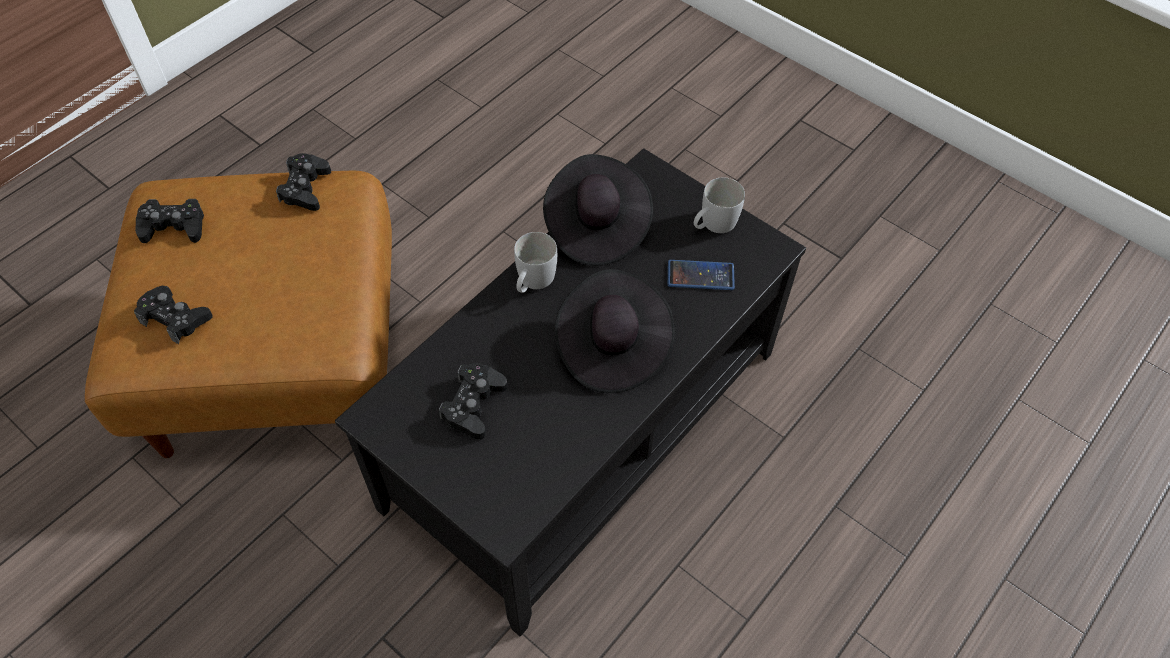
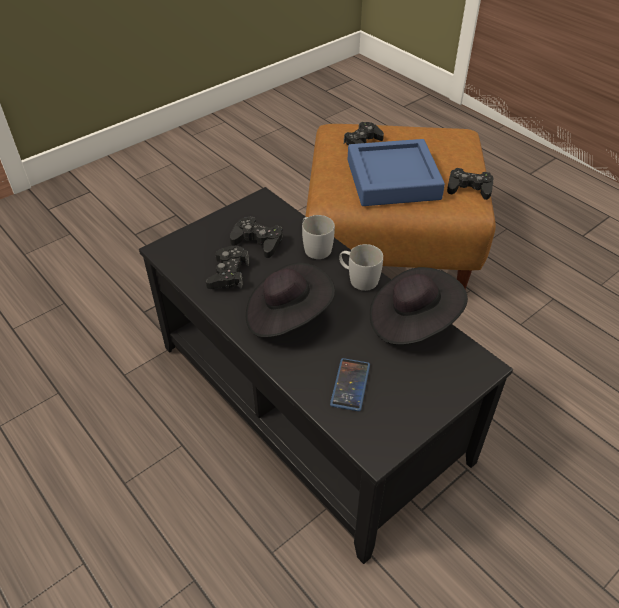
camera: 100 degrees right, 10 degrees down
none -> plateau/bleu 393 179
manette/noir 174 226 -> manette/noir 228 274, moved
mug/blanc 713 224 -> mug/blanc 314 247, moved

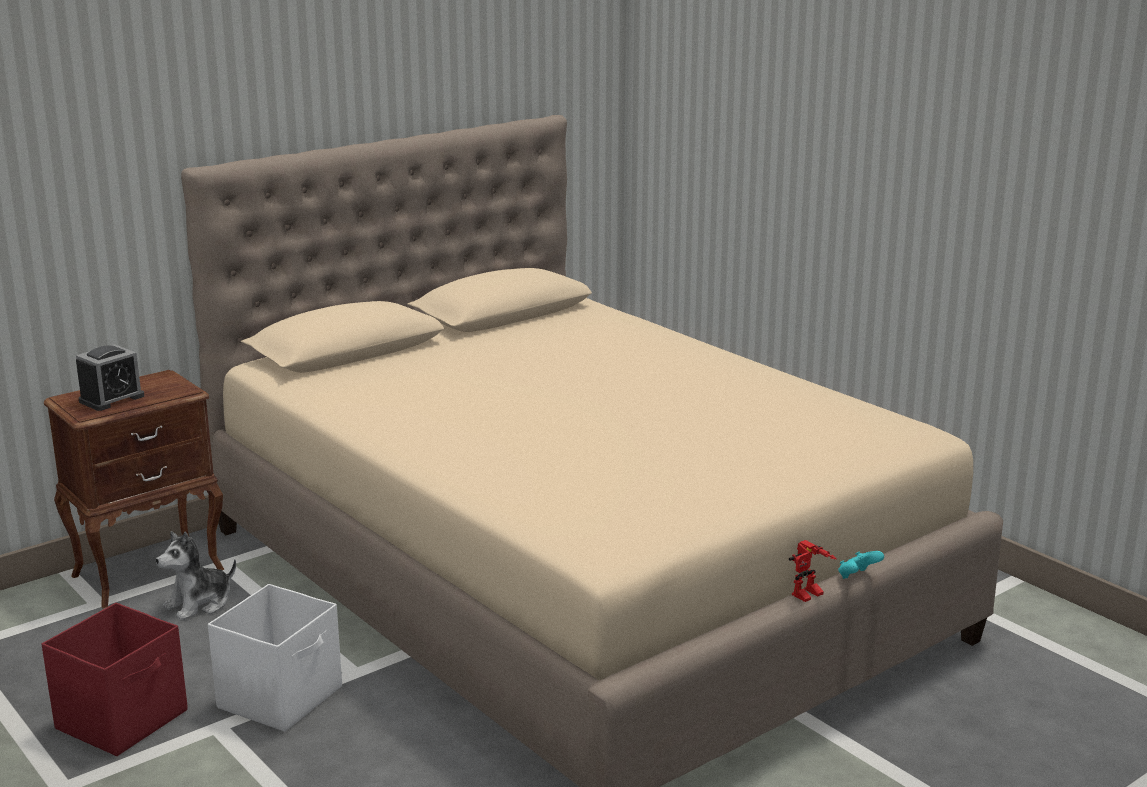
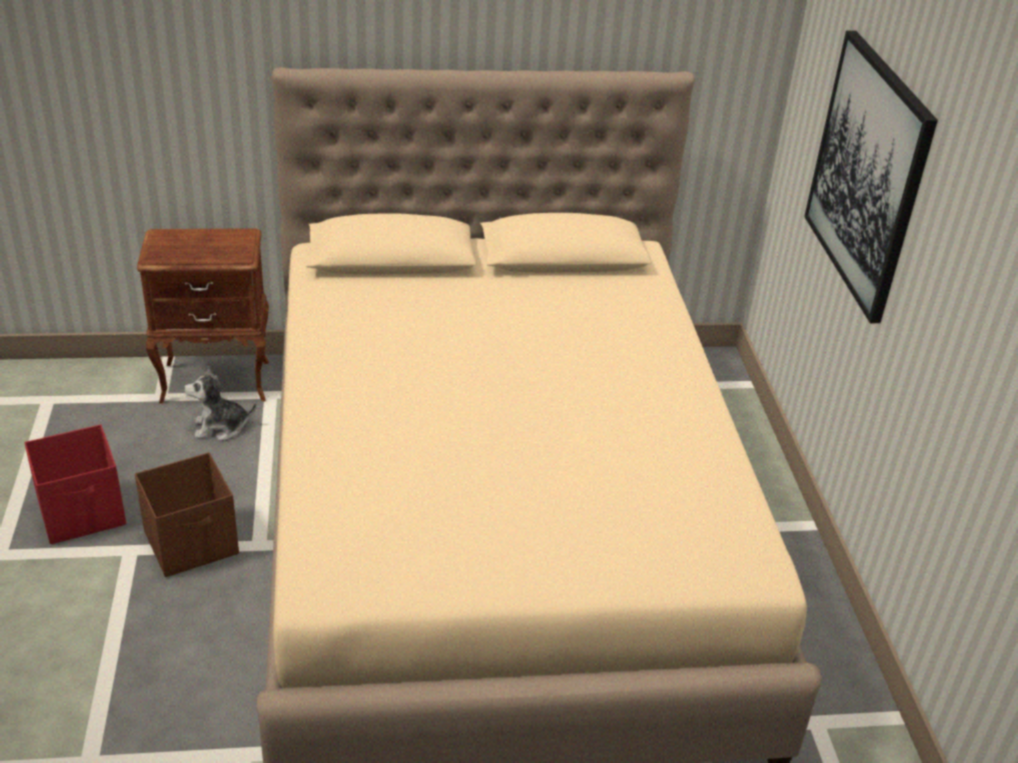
camera: 30 degrees right, 15 degrees up
réveil 111 399 -> none
robot jouet 808 596 -> none
manette/turquoise 857 577 -> none
none -> tableau 868 174
boîte de rangement/blanc 282 697 -> boîte de rangement/marron 193 543

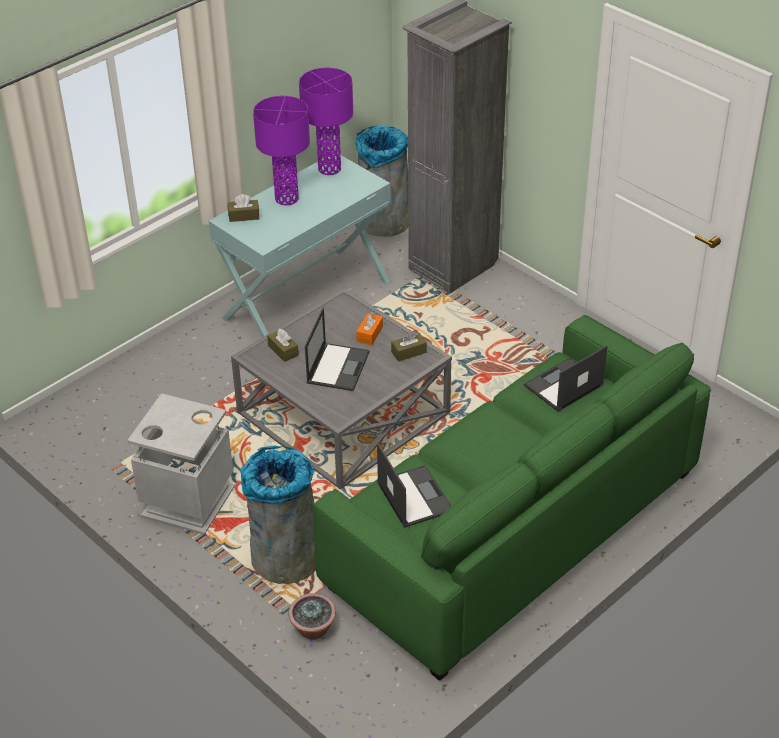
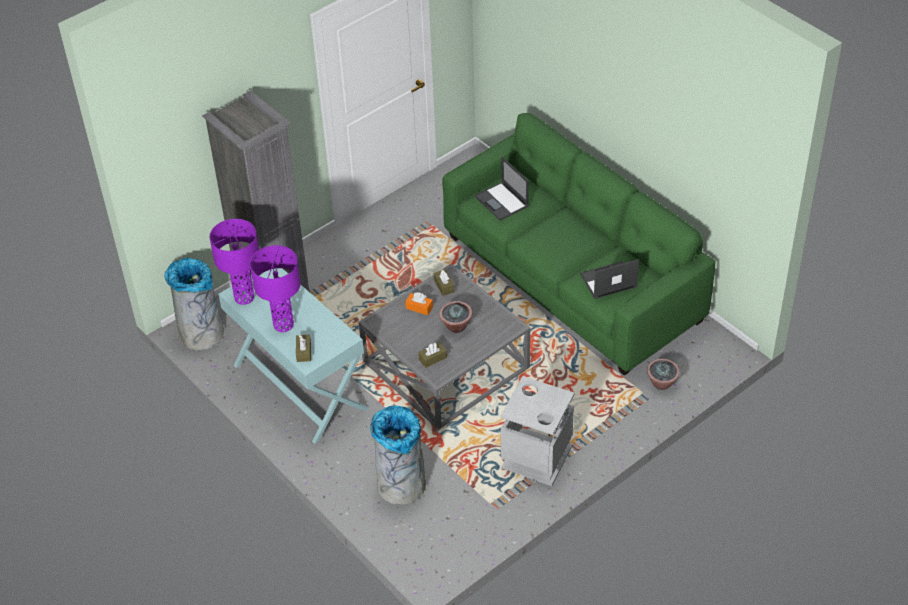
camera: 85 degrees left, 5 degrees up
poubelle/gris 285 559 -> poubelle/gris 401 485, moved
ordinateur portable 338 367 -> plante en pot 456 326

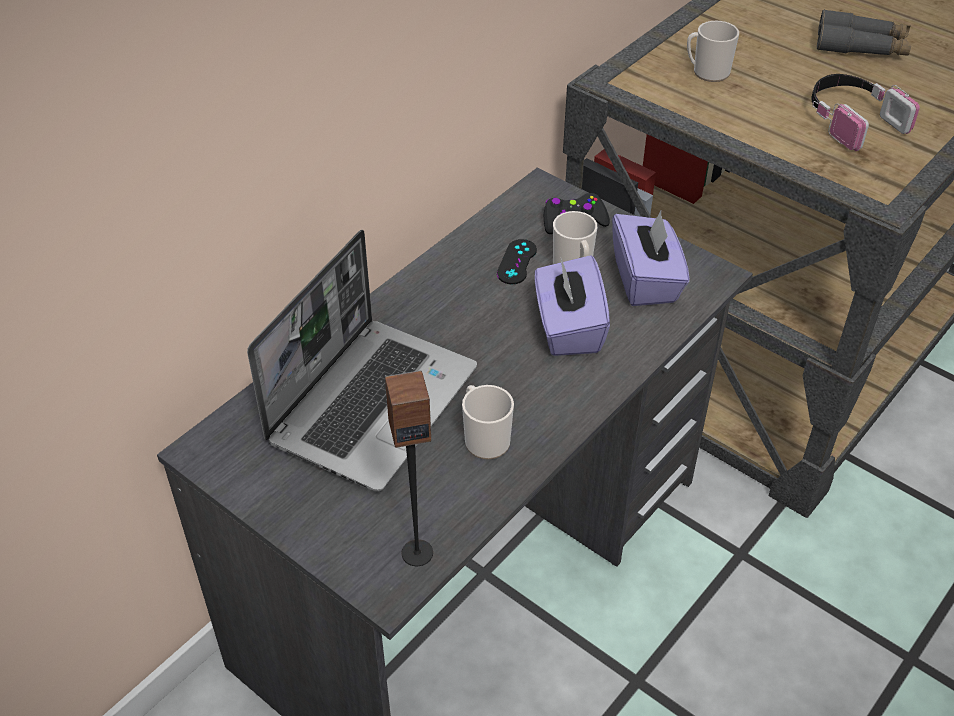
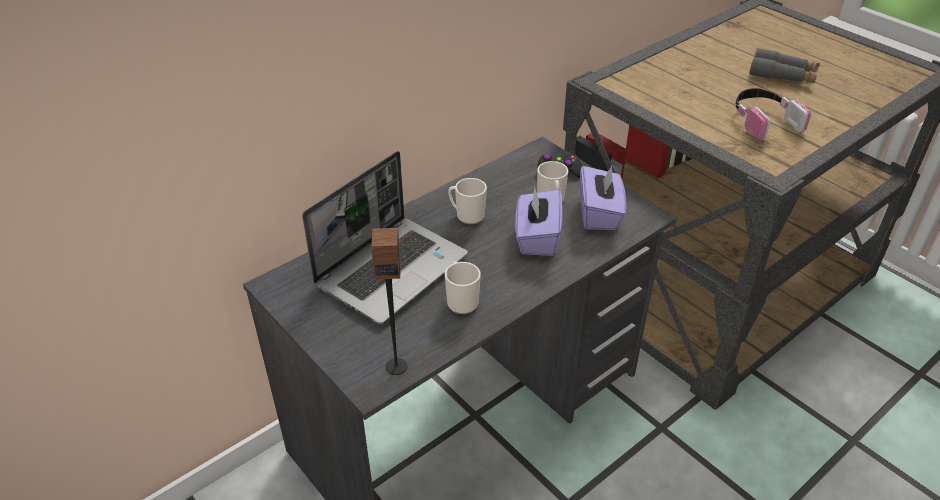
camera: 10 degrees right, 5 degrees down
manette/noir 517 262 -> none
mug 707 72 -> mug 467 215, moved

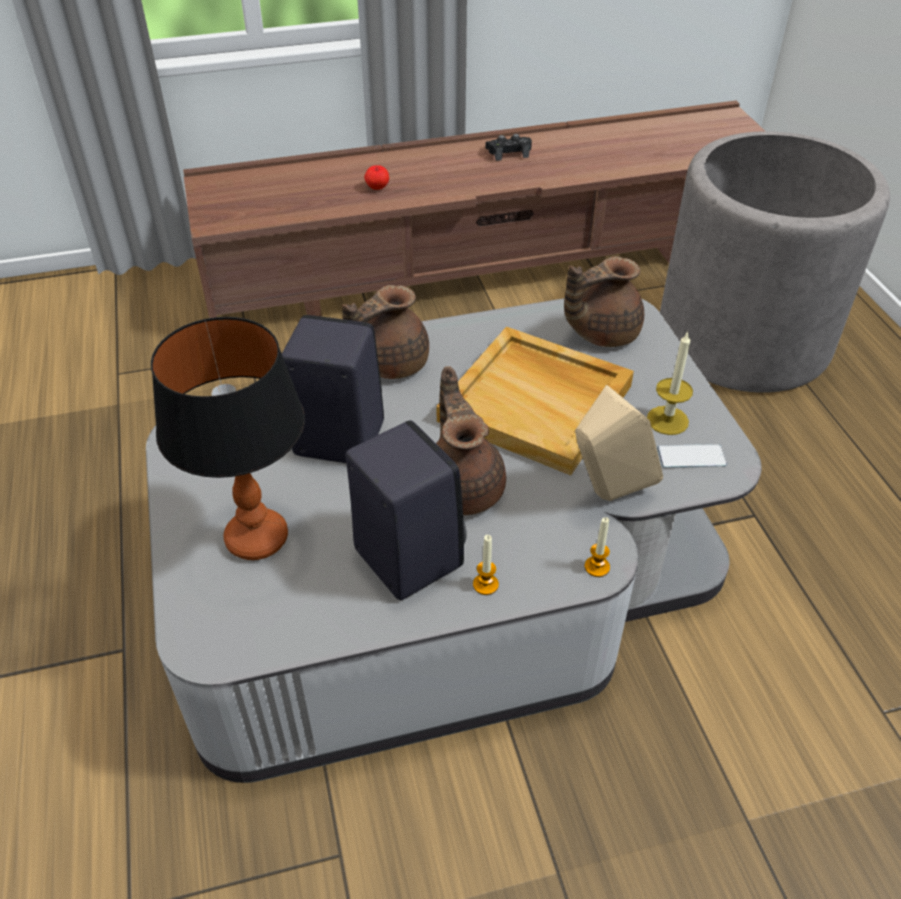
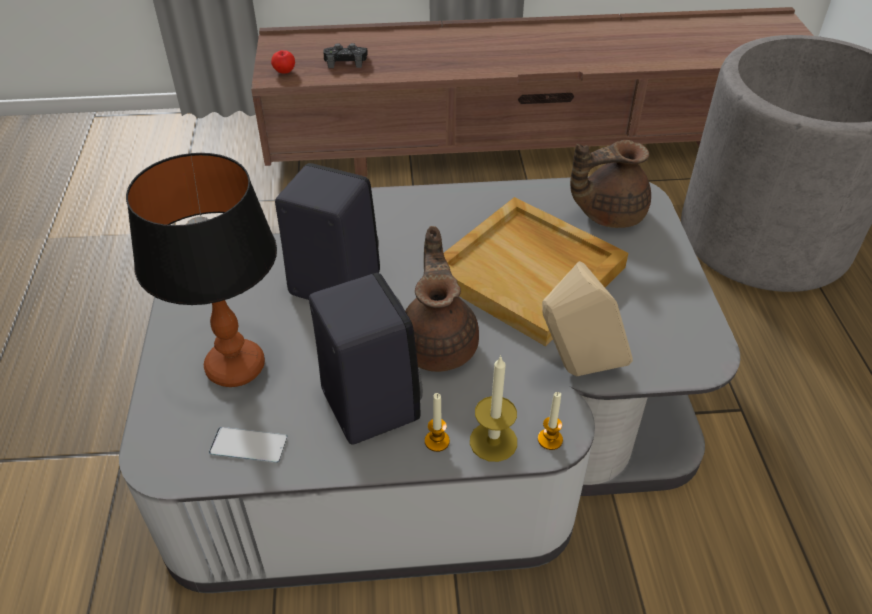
camera: 10 degrees right, 0 degrees up
théière/marron 389 364 -> none
pomme 377 188 -> pomme 284 72, moved
manette/noir 508 152 -> manette/noir 346 61, moved
bougie 667 420 -> bougie 493 441, moved
téléphone 691 456 -> téléphone 248 445, moved

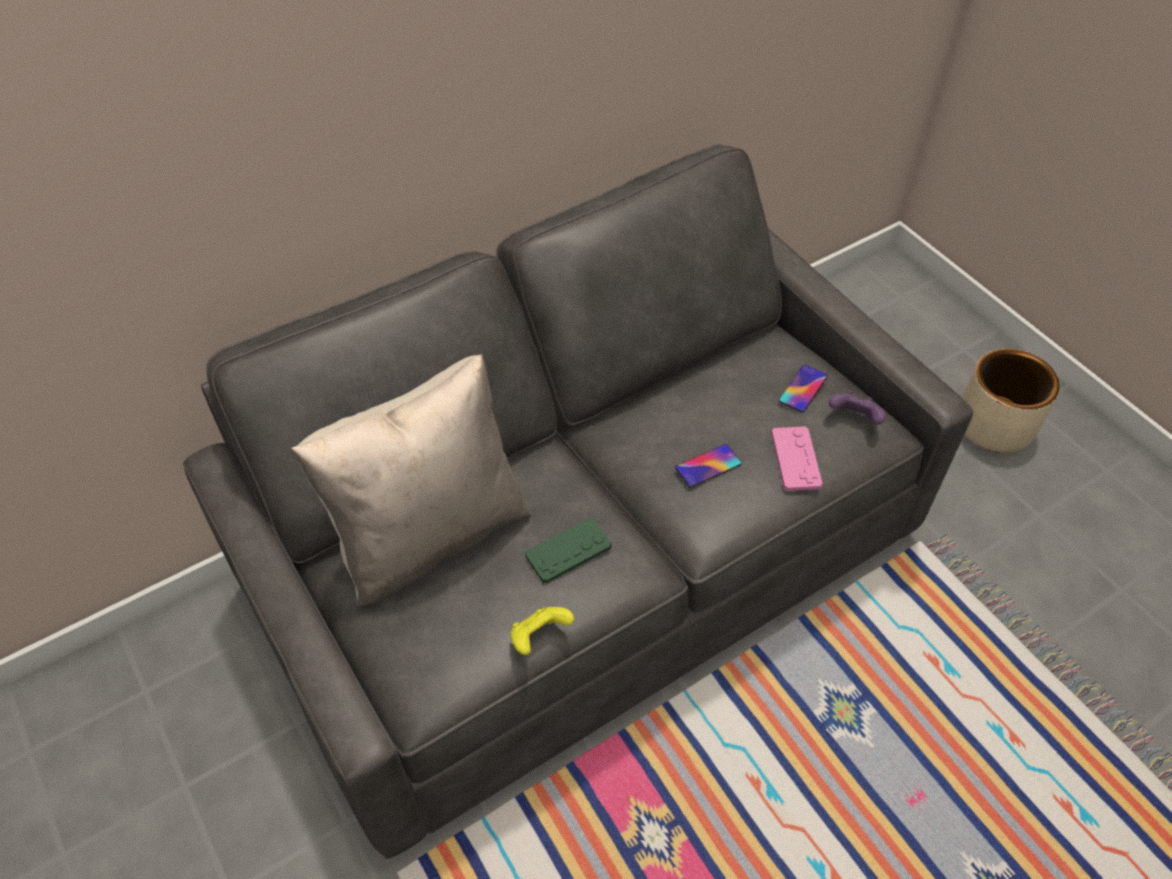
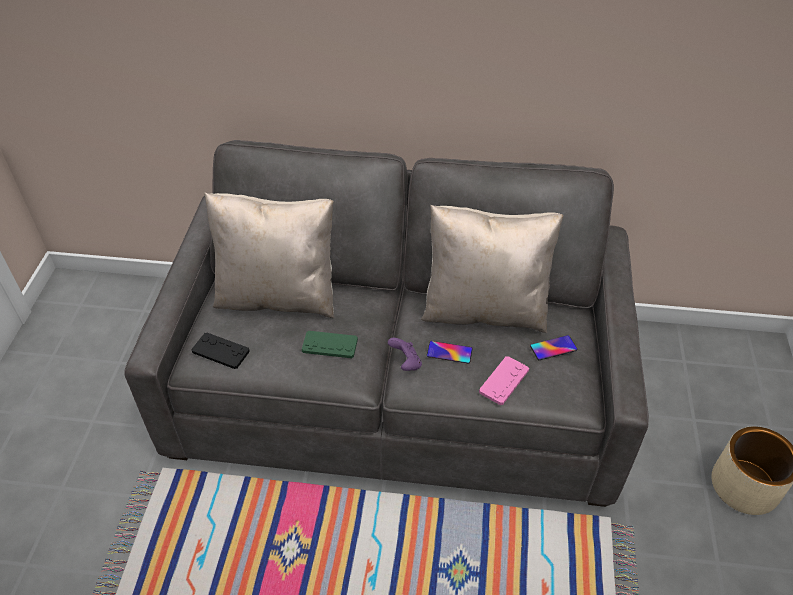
camera: 40 degrees right, 5 degrees down
manette/jaune 539 637 -> none
none -> manette/noir 220 351
none -> coussin/beige 484 309
manette/violet 854 418 -> manette/violet 406 363, moved

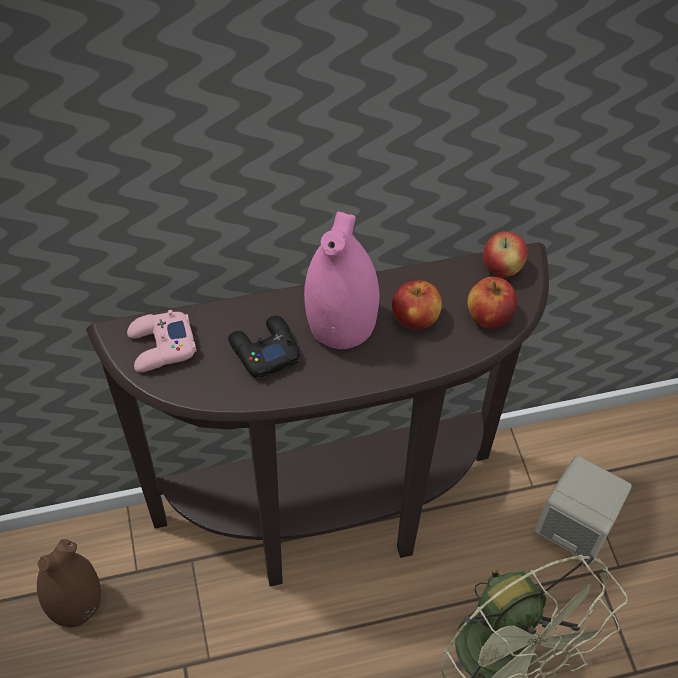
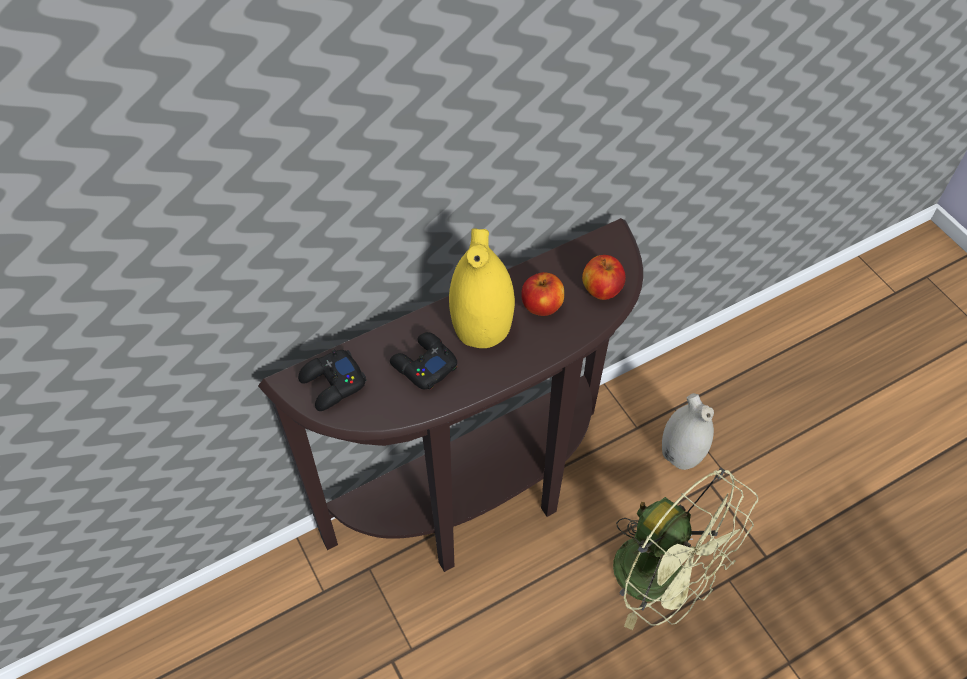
camera: 15 degrees left, 0 degrees up
vase/marron 76 604 -> none
pomme 502 269 -> none
enceinte/beige 574 528 -> vase/blanc 681 453
manette/rose 161 347 -> manette/noir 332 384
vase/rose 341 326 -> vase/jaune 481 328

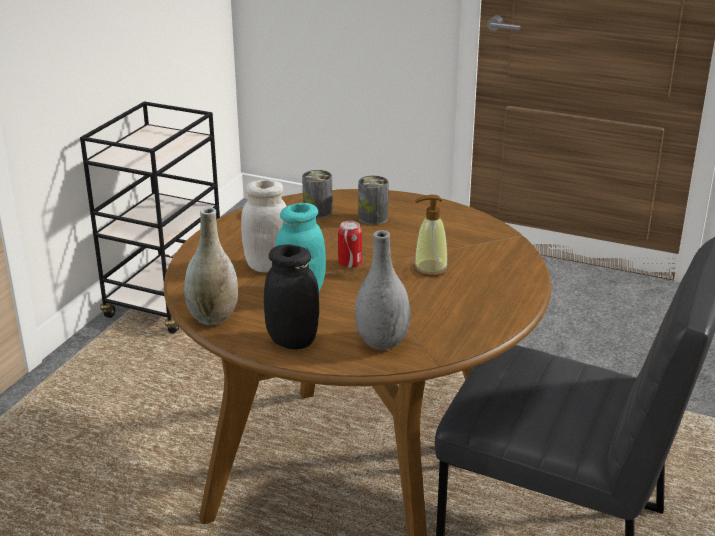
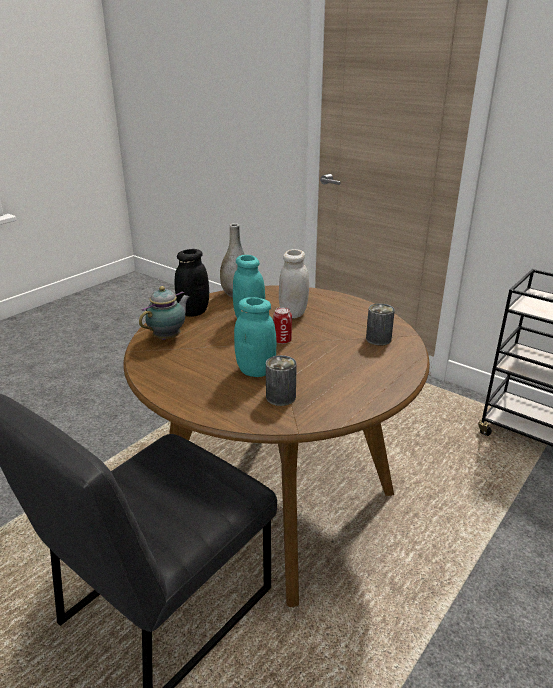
camera: 105 degrees right, 0 degrees up
boîte métallique 373 218 -> boîte métallique 280 397, moved
vase/gris 382 342 -> théière 169 337
distributeur de savon 430 269 -> bocal/turquoise 256 371

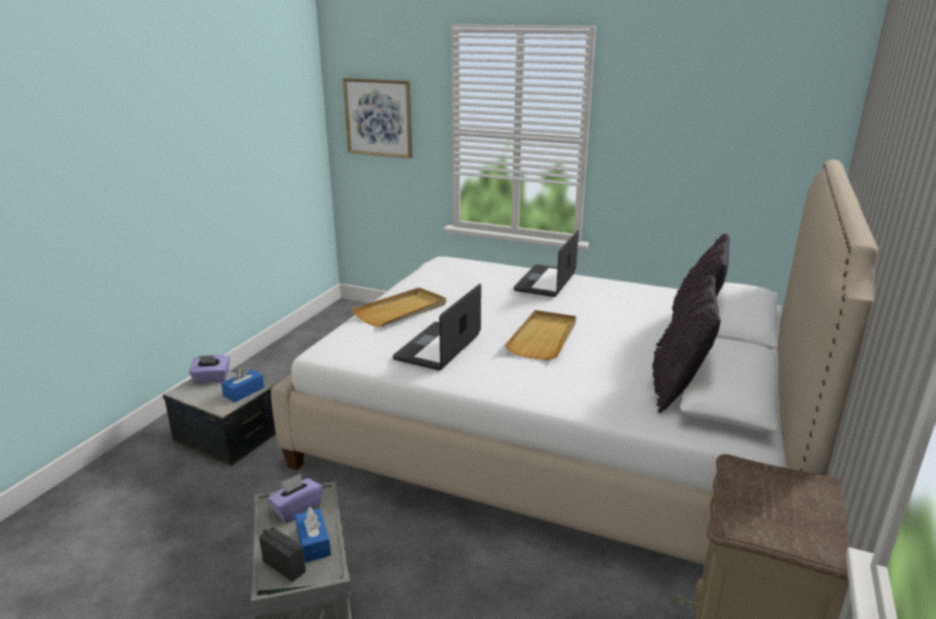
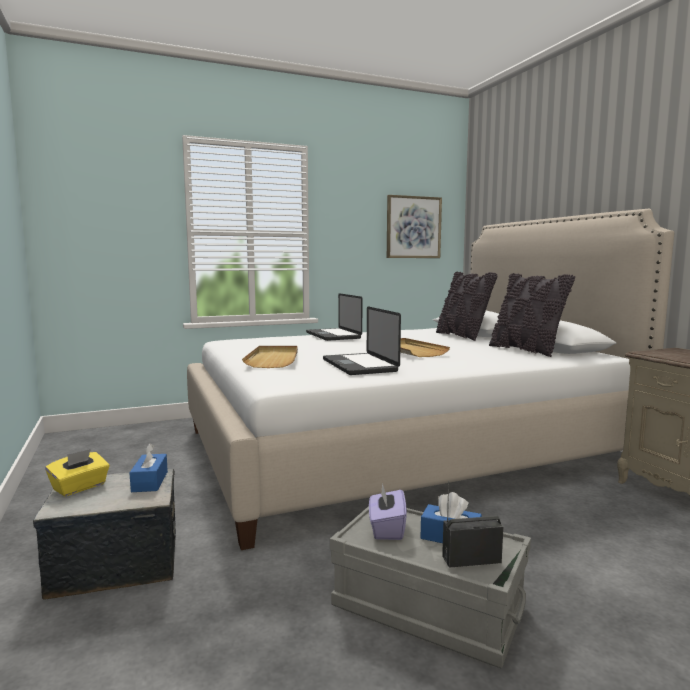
camera: 45 degrees left, 15 degrees down
tableau 378 117 -> tableau 413 227, moved
boîte à mouchoirs/violet 211 378 -> boîte à mouchoirs/jaune 80 487

